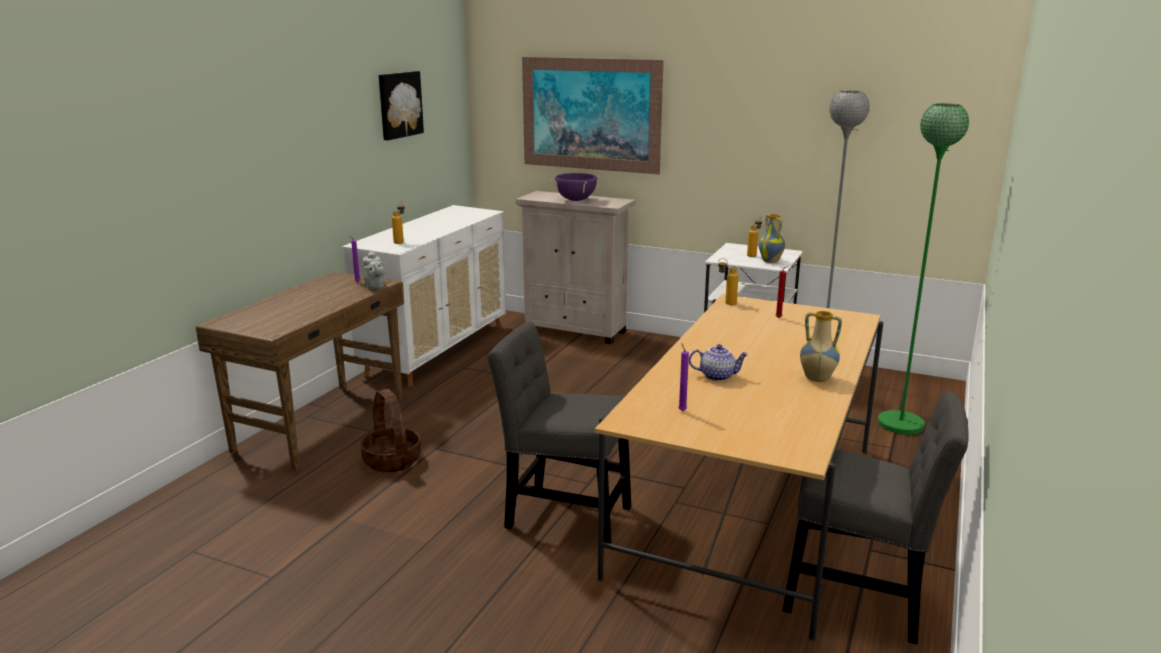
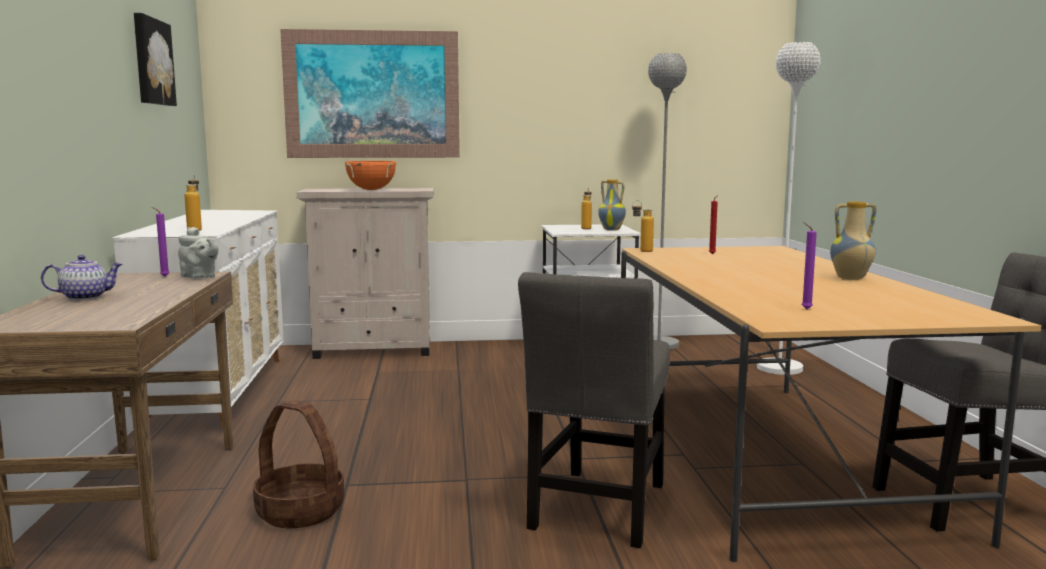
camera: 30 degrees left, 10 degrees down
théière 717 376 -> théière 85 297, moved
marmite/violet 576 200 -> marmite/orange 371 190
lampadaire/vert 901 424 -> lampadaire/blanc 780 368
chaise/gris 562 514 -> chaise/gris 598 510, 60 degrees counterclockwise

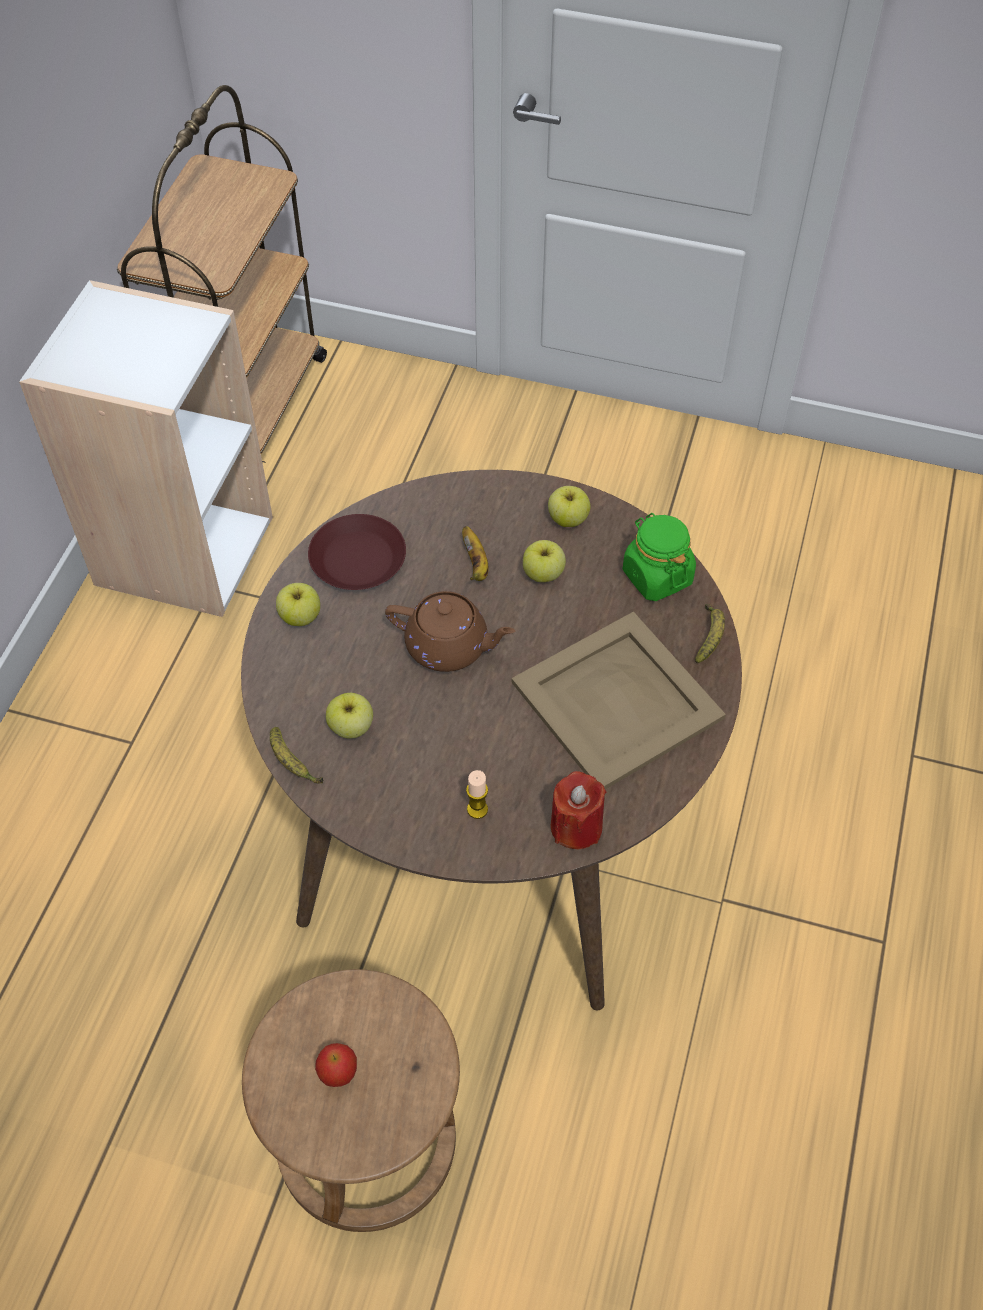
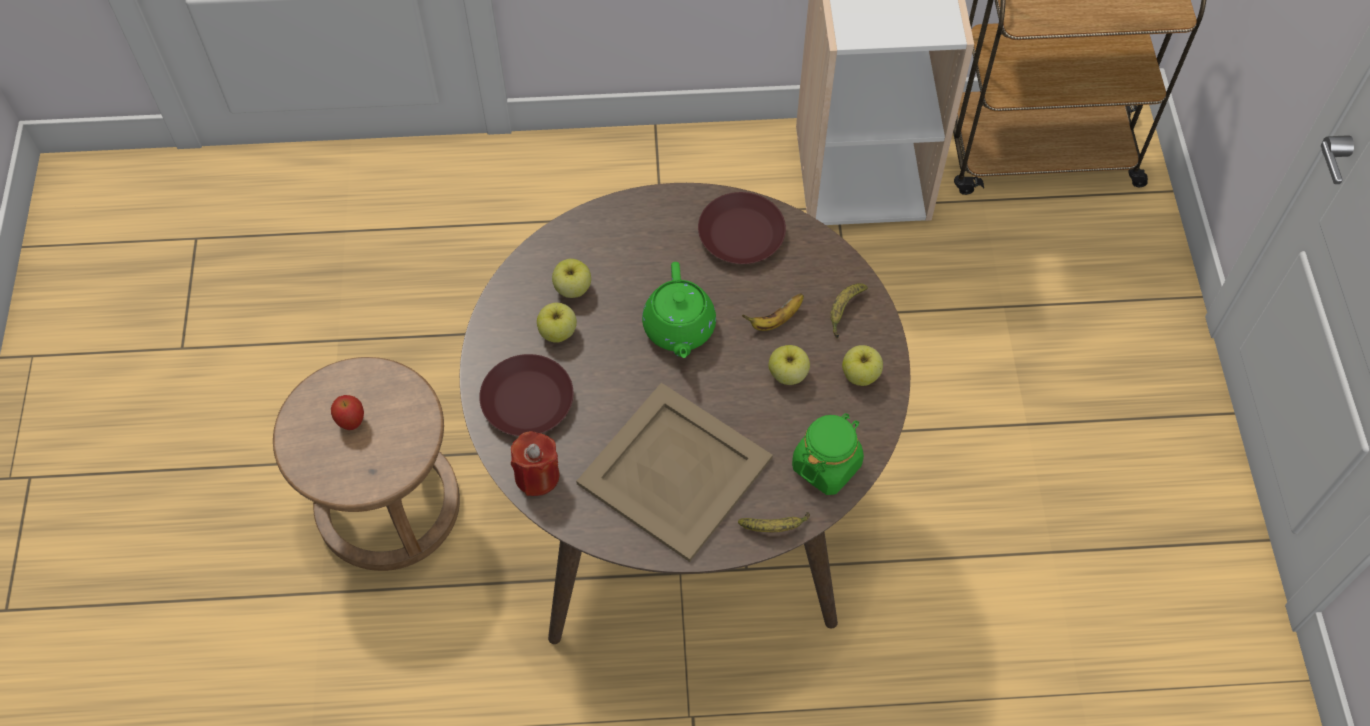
camera: 70 degrees right, 5 degrees up
banane 292 762 -> banane 844 311, moved
pomme 300 616 -> pomme 558 332, moved
bougie 477 809 -> assiette/marron 528 400
théière/marron 449 646 -> théière/vert 679 329

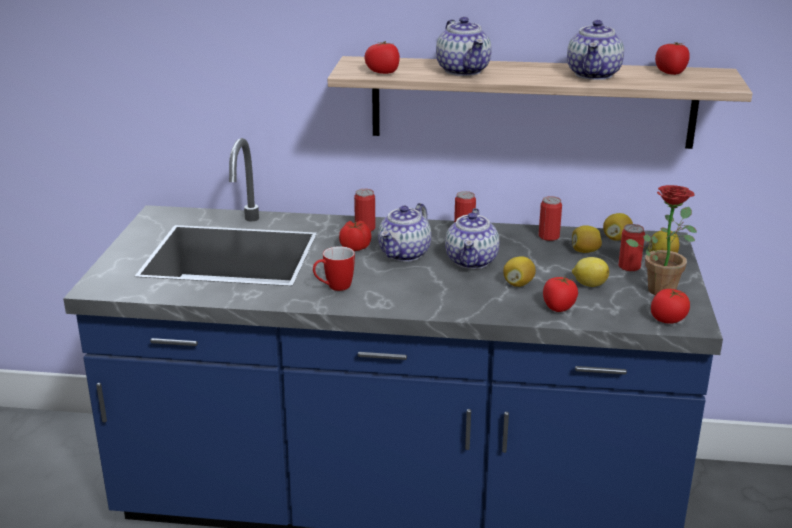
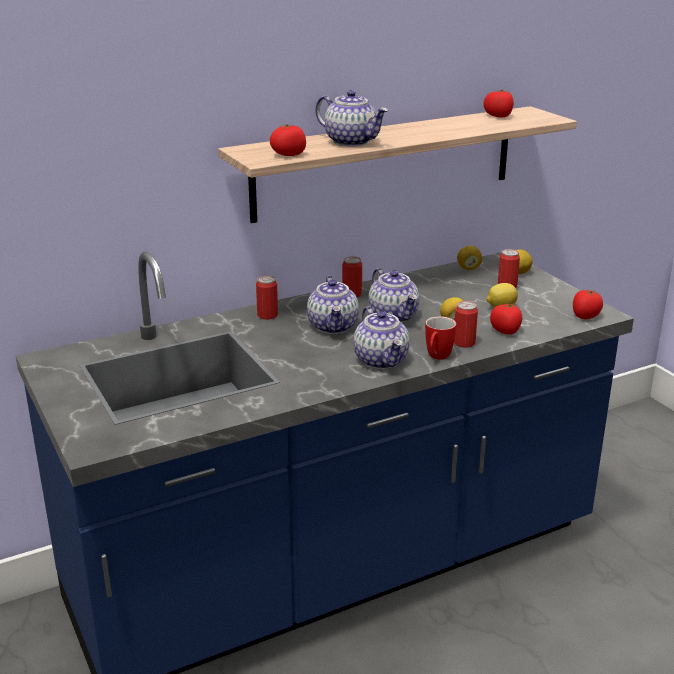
camera: 35 degrees left, 0 degrees up
tomate 354 247 -> none
citron 585 251 -> none
plante en pot 661 287 -> none
mug 333 288 -> mug 437 357, moved
boîte métallique 549 236 -> boîte métallique 464 343, moved
théière 594 75 -> théière 382 360, moved

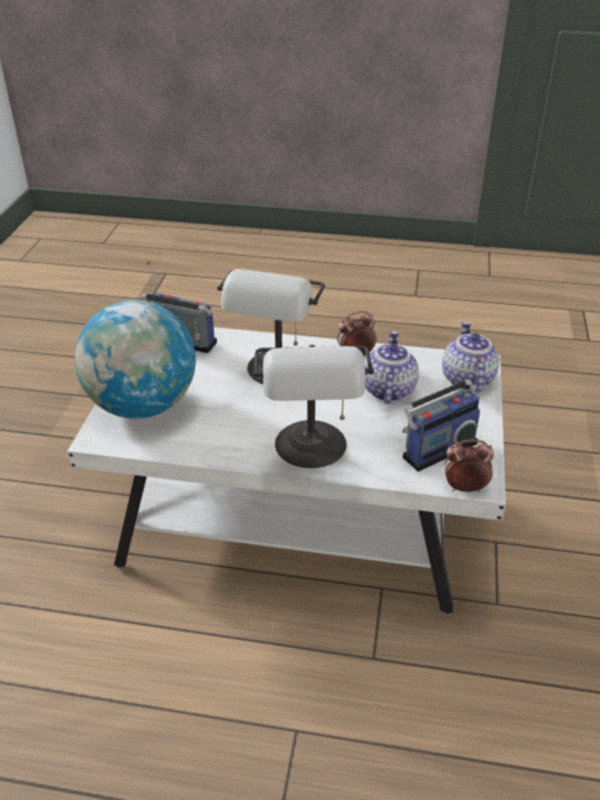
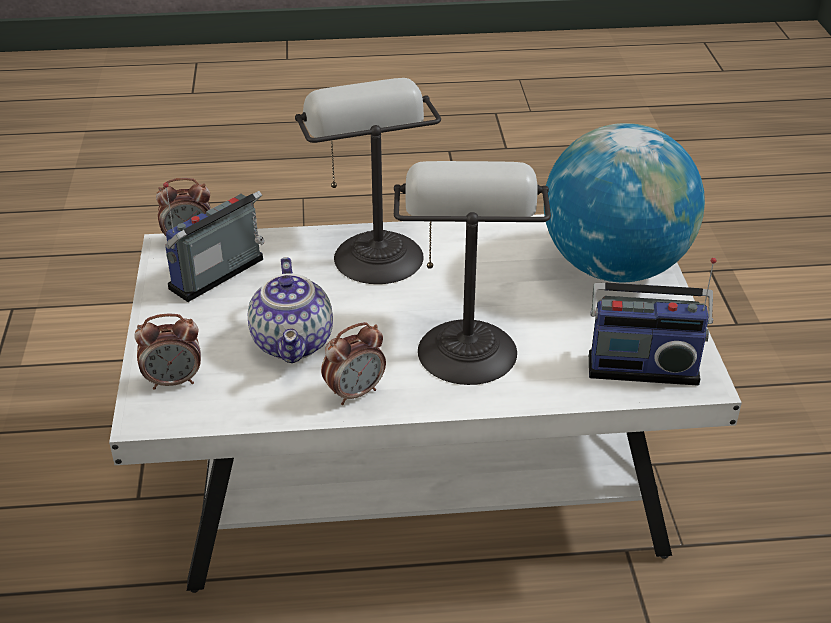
camera: 165 degrees right, 0 degrees up
théière 466 379 -> réveil 174 381

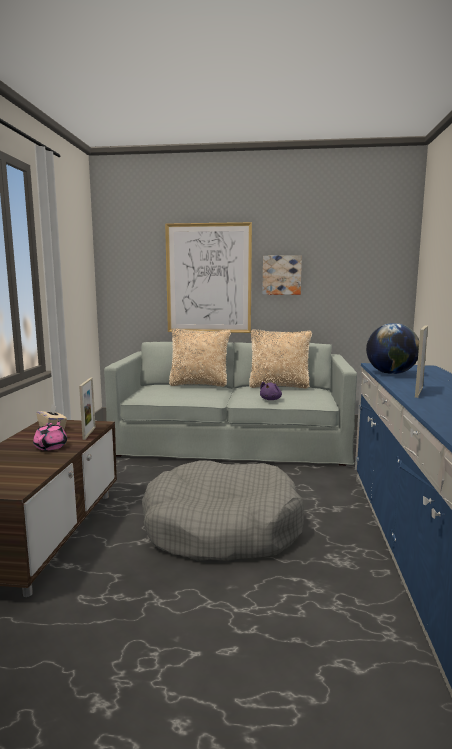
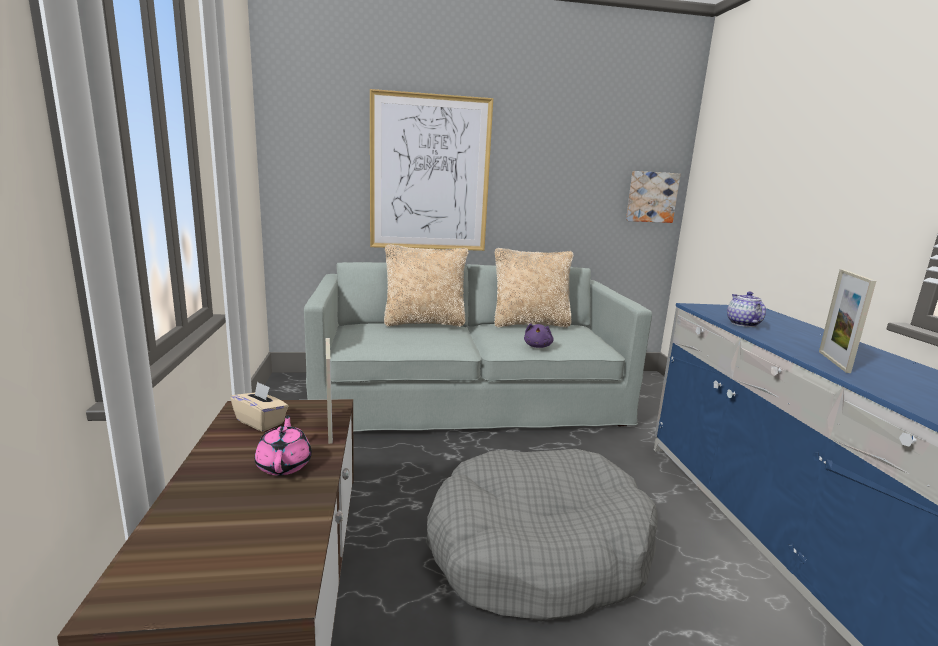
camera: 15 degrees left, 5 degrees up
tableau 281 275 -> tableau 651 197, moved
globe 391 373 -> théière 742 323

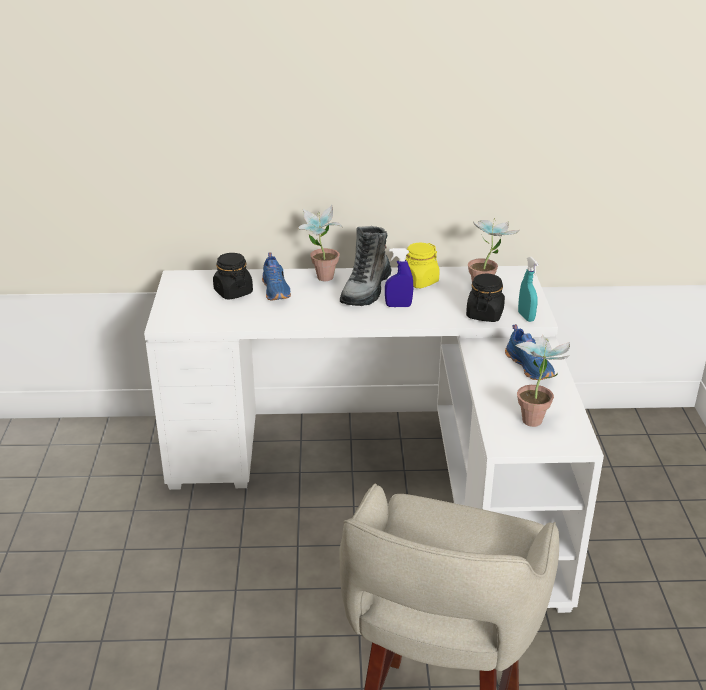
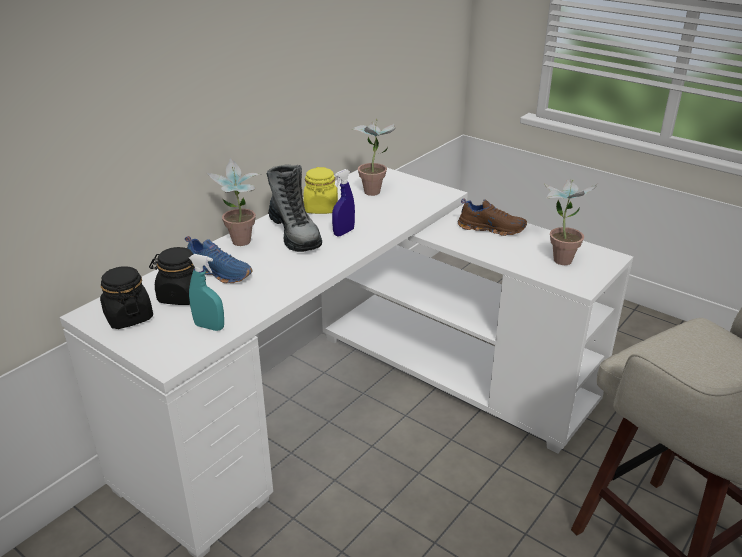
camera: 50 degrees left, 0 degrees up
bocal/noir 484 314 -> bocal/noir 128 317, moved
vaporisateur/turquoise 526 317 -> vaporisateur/turquoise 209 327, moved
chaussure/bleu 530 366 -> chaussure/marron 491 228

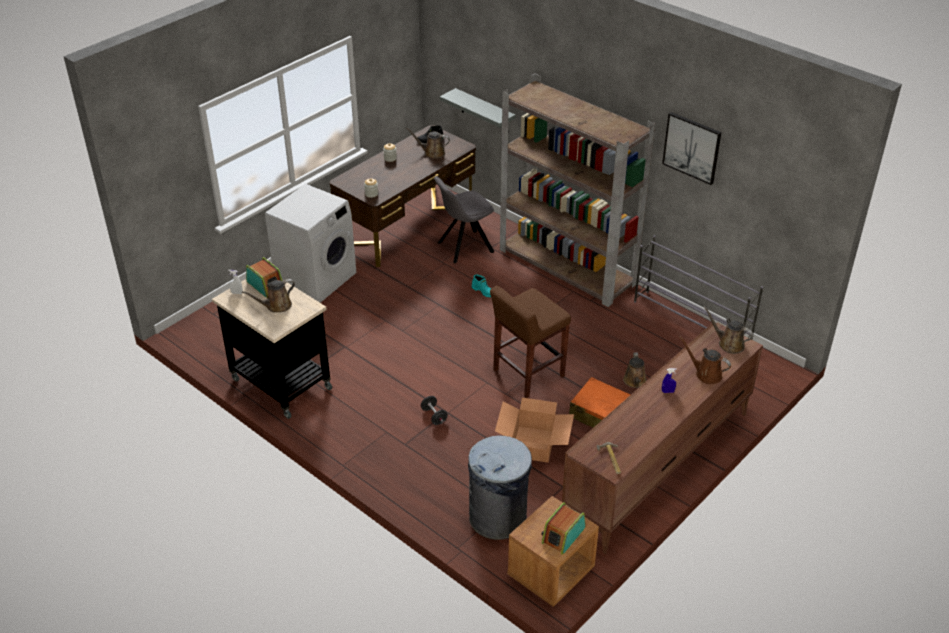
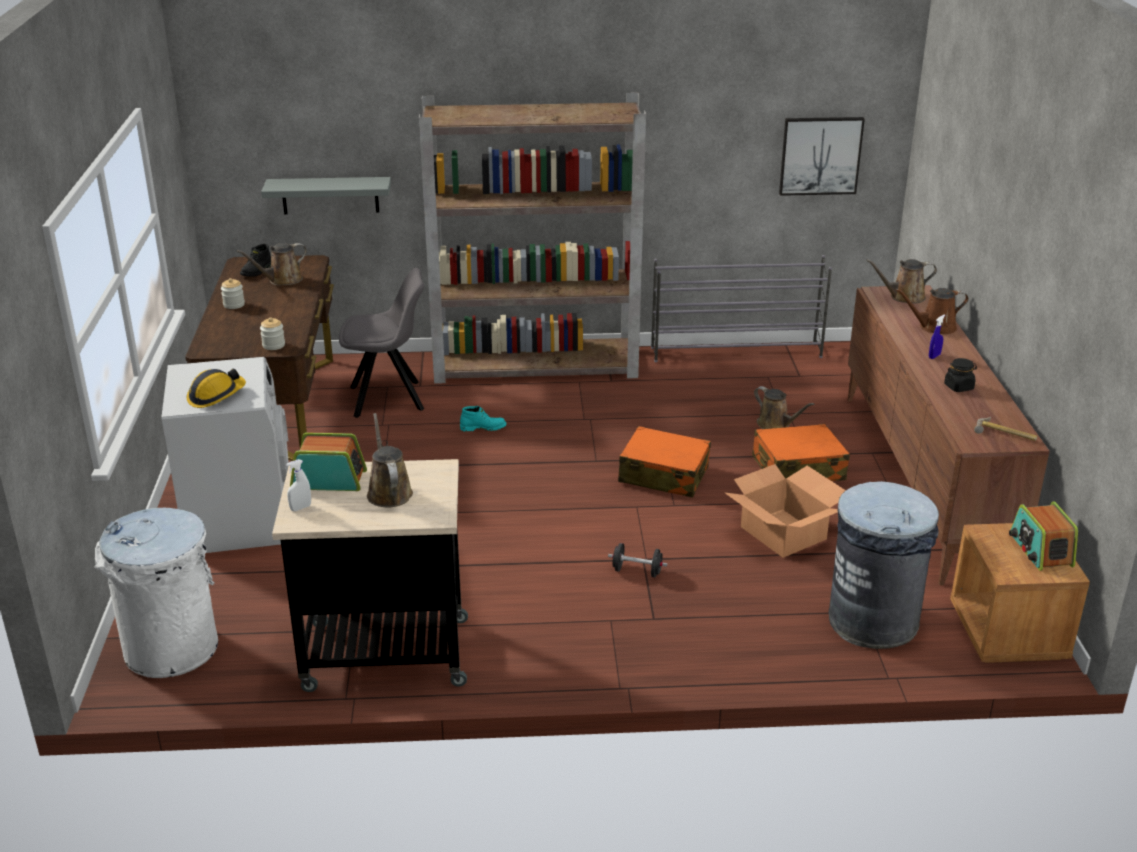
camera: 45 degrees left, 10 degrees down
none -> poubelle/blanc 172 649
none -> casque de chantier 216 396
none -> bocal/noir 959 387
tableau 692 147 -> tableau 820 155, moved
tabouret/marron 527 374 -> valise/orange 663 475
arrosoir/marron 276 306 -> arrosoir/marron 388 492, 150 degrees clockwise
chaise/gris 465 247 -> chaise/gris 387 399, 120 degrees counterclockwise

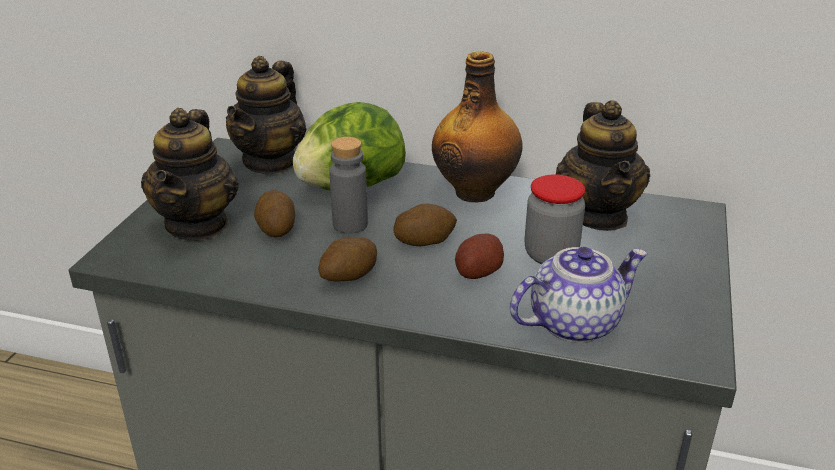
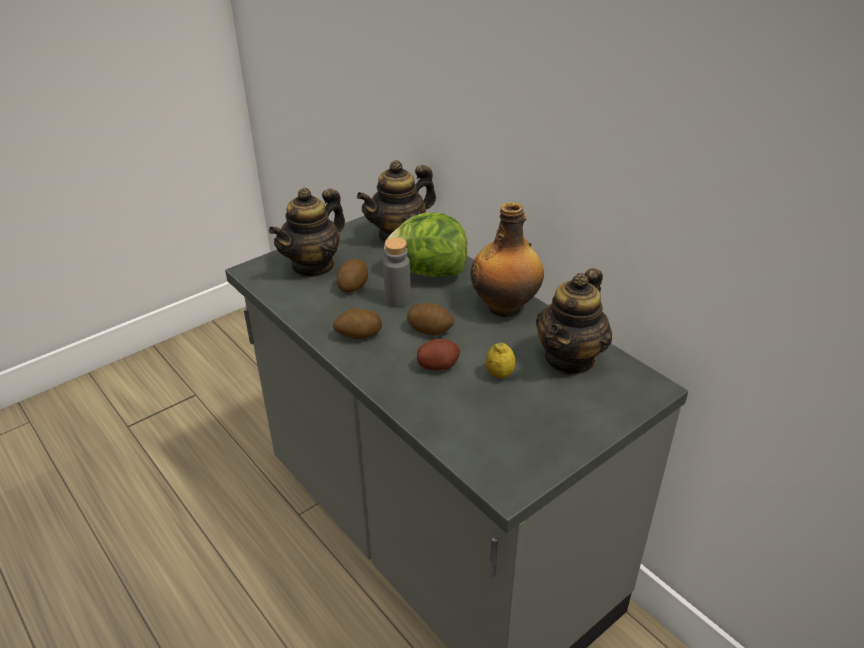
camera: 35 degrees right, 5 degrees up
théière 574 322 -> none
bocal 550 255 -> citron 499 374

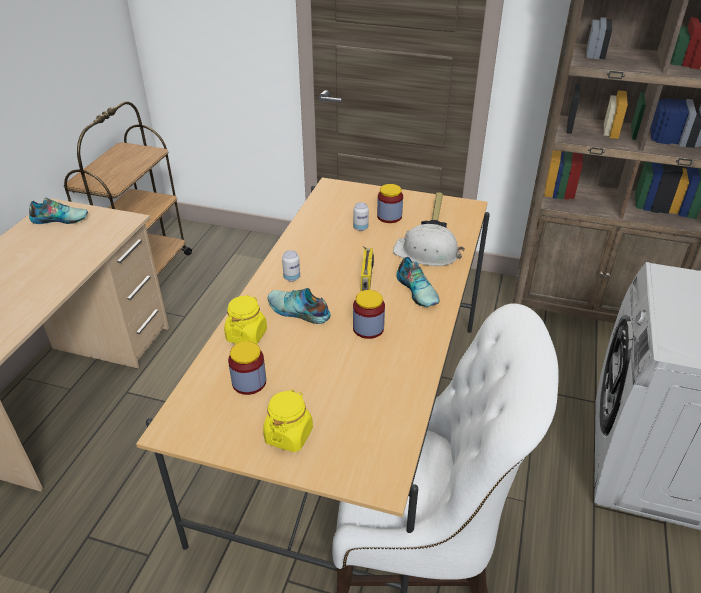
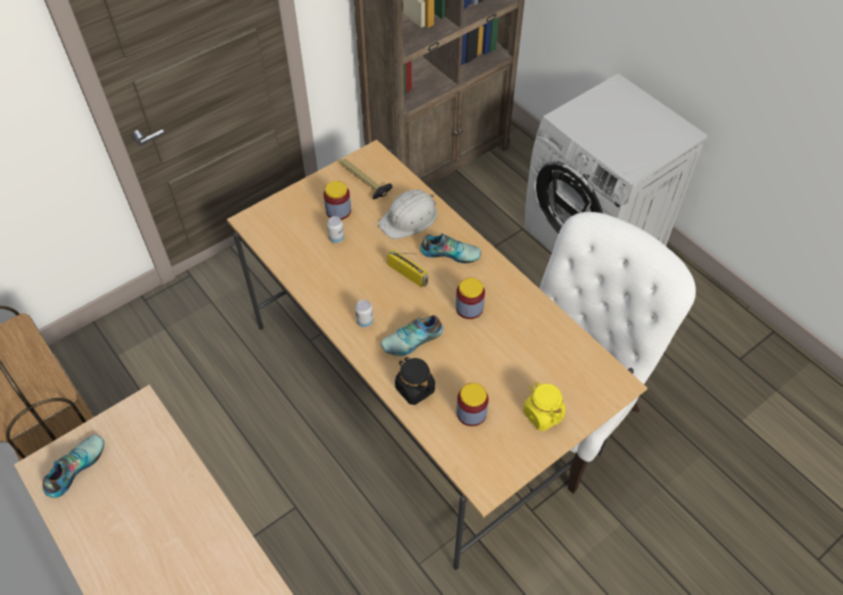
camera: 55 degrees left, 15 degrees up
bocal/jaune 246 335 -> bocal/noir 414 389

